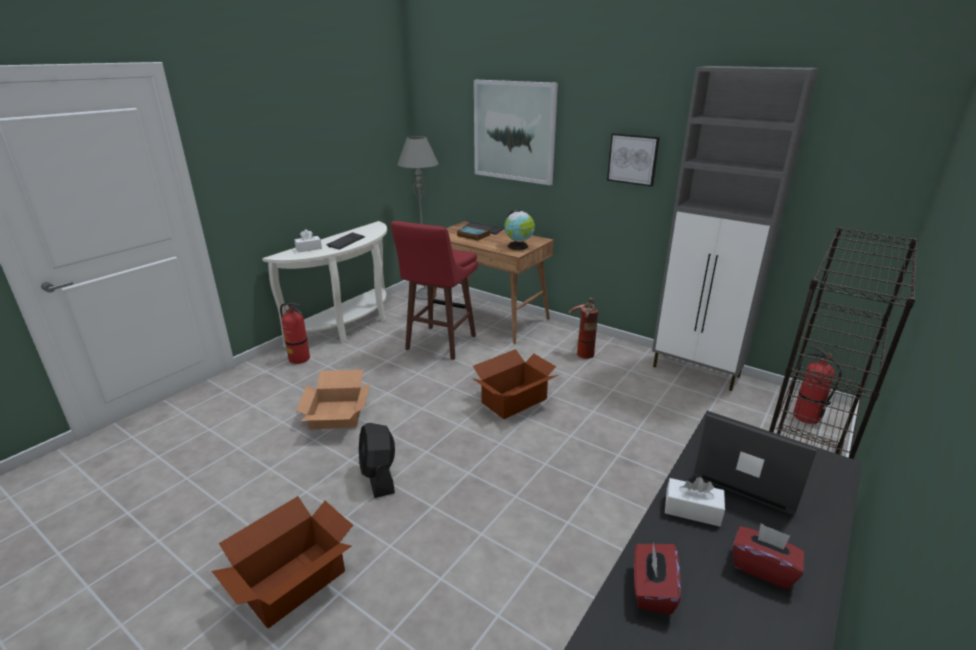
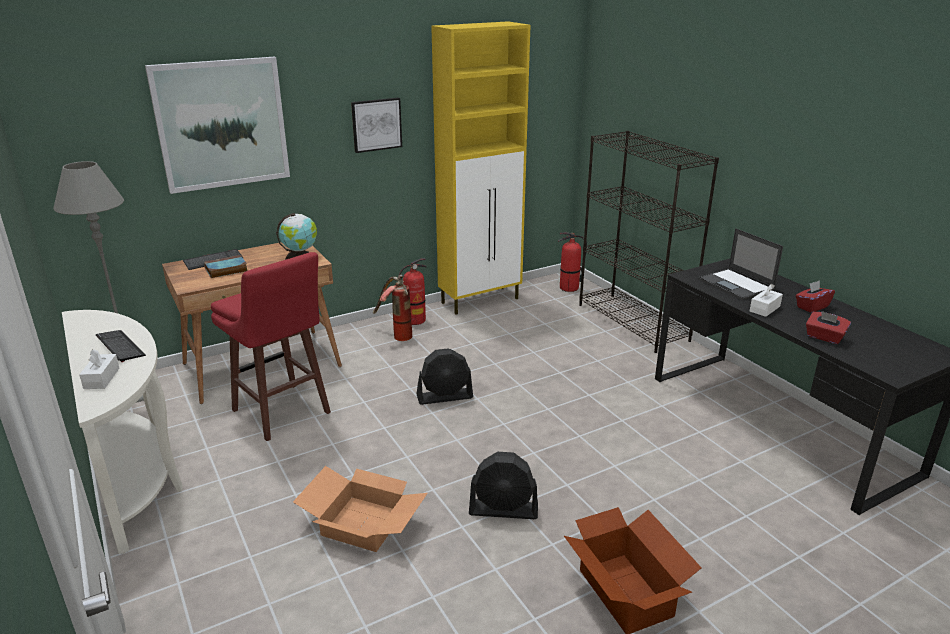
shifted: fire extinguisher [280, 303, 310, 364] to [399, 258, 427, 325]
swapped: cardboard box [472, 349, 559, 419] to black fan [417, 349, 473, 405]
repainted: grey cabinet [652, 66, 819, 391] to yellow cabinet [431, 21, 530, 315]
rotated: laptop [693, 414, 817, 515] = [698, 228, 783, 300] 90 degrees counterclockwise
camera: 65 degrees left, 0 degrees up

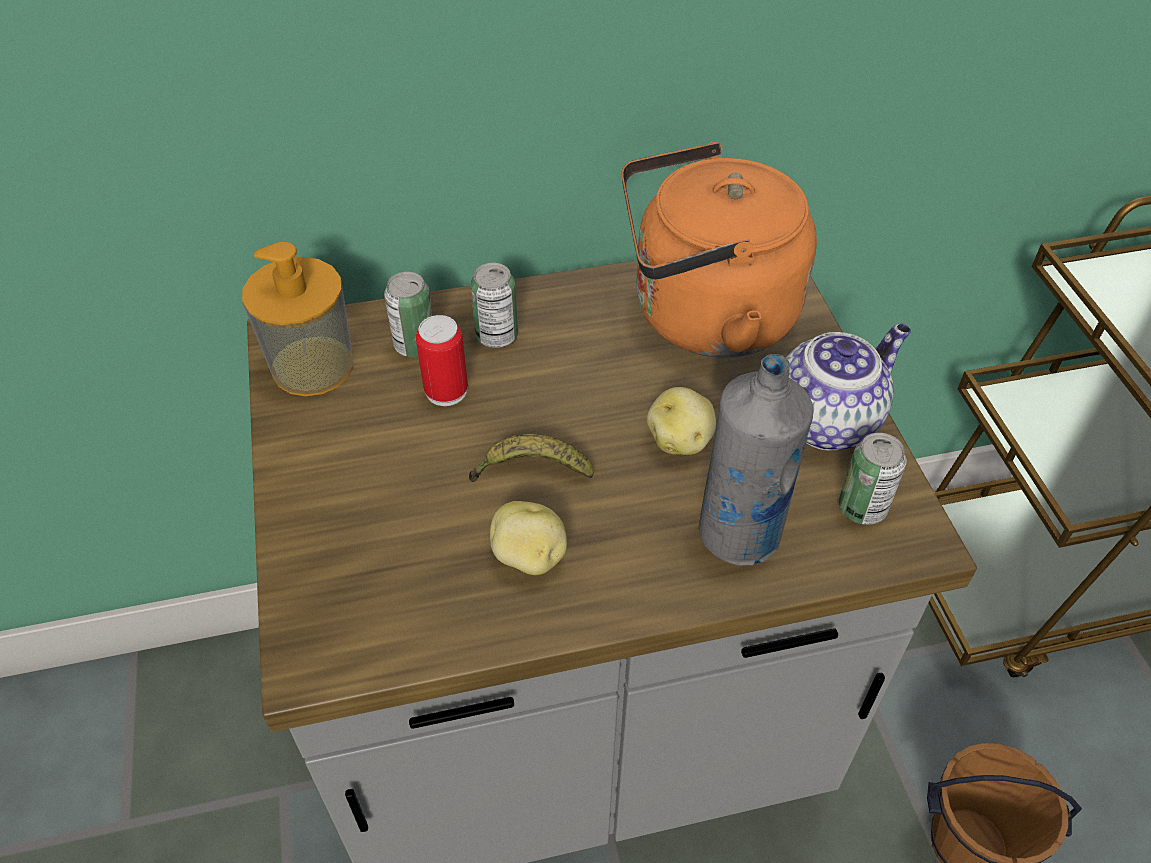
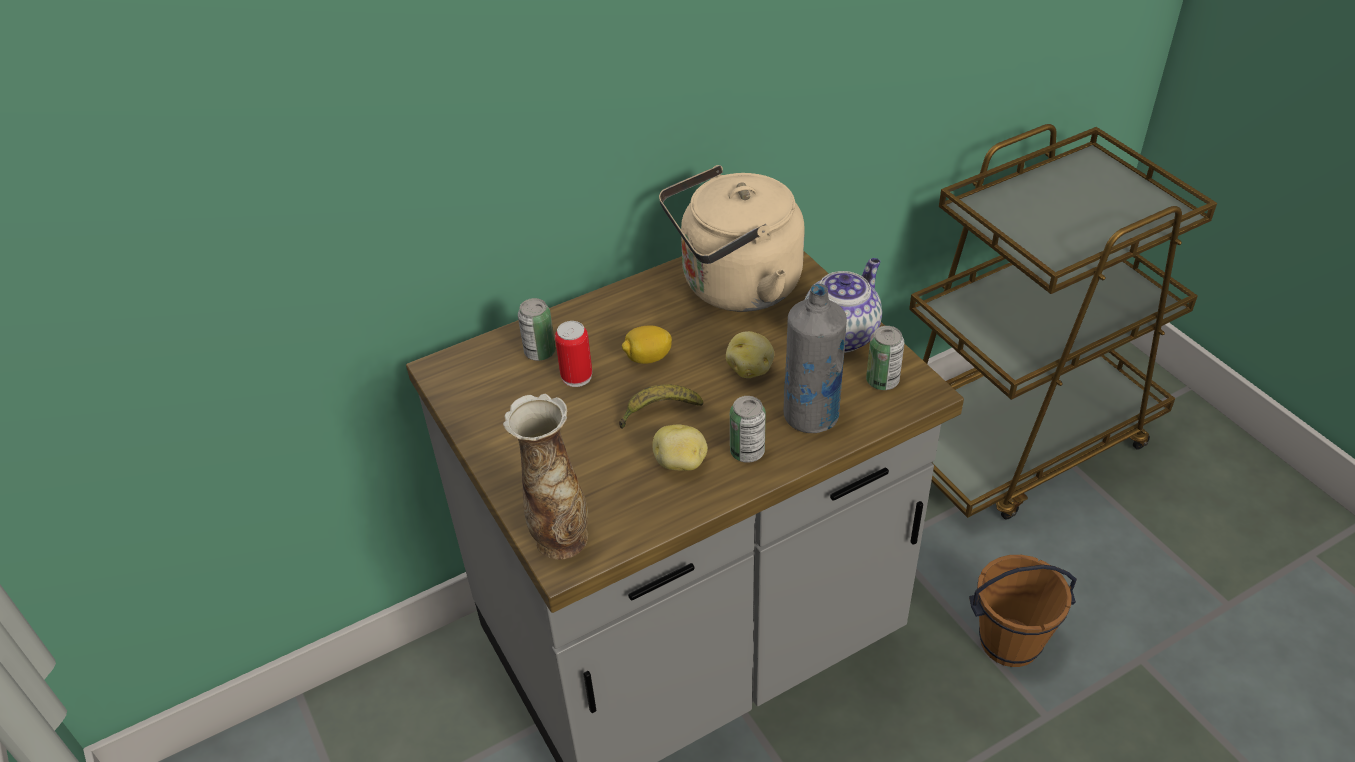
gone: soap dispenser [242, 242, 353, 396]
new: vase [503, 394, 588, 559]; lemon [622, 326, 672, 364]
shifted: can [470, 263, 518, 348] to [730, 396, 766, 463]
repainted: orange kettle [621, 142, 817, 358] to beige kettle [659, 165, 805, 312]
camera: 15 degrees left, 5 degrees down

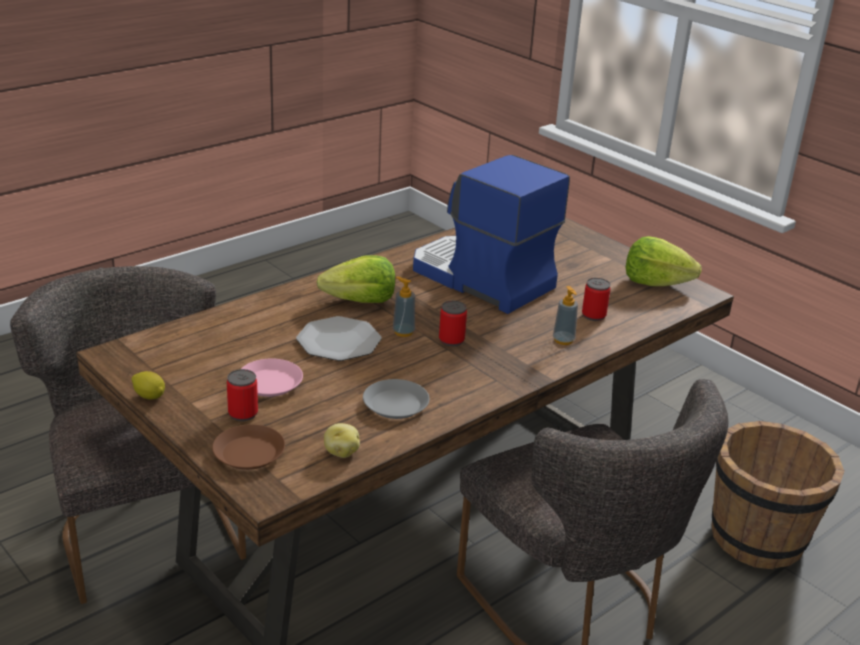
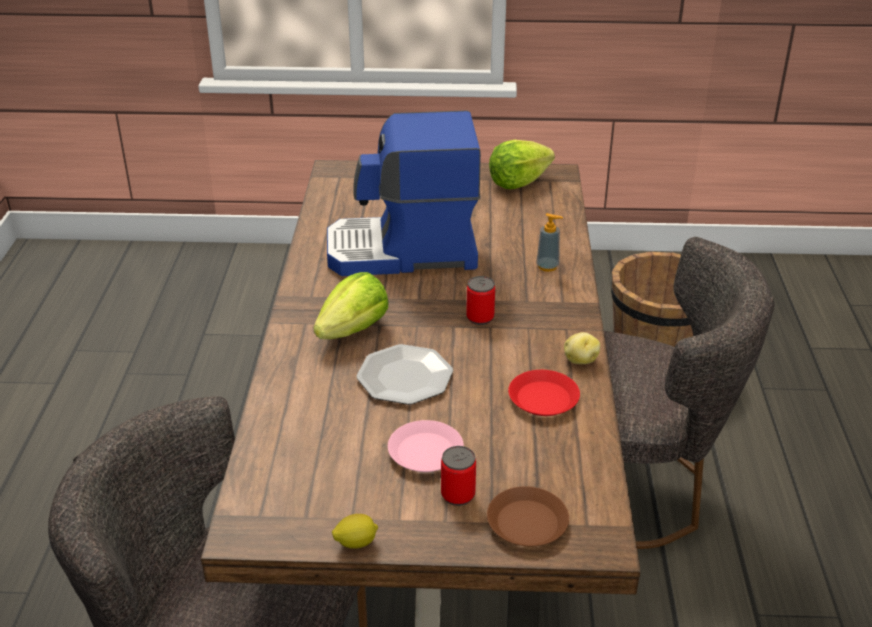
gone: soap dispenser [393, 277, 415, 337]; can [582, 278, 611, 321]
shifted: potato [324, 423, 360, 458] to [564, 332, 600, 364]
repainted: grey plate [363, 379, 429, 419] to red plate [508, 370, 580, 416]
camera: 45 degrees left, 5 degrees up

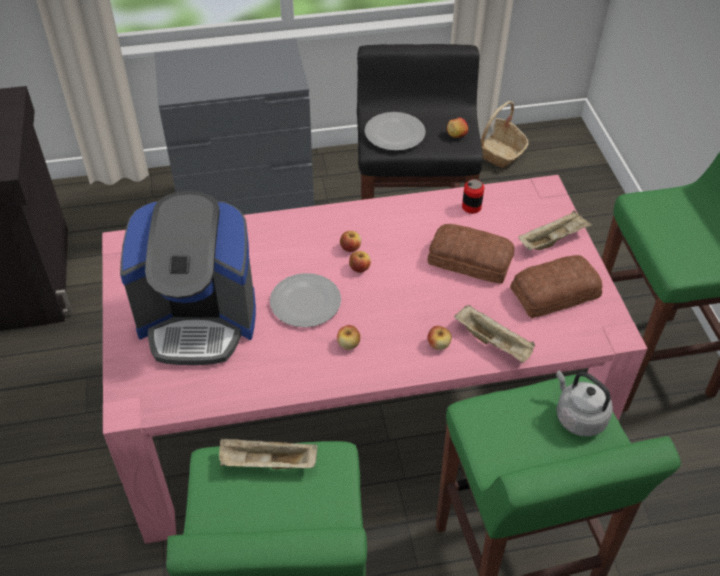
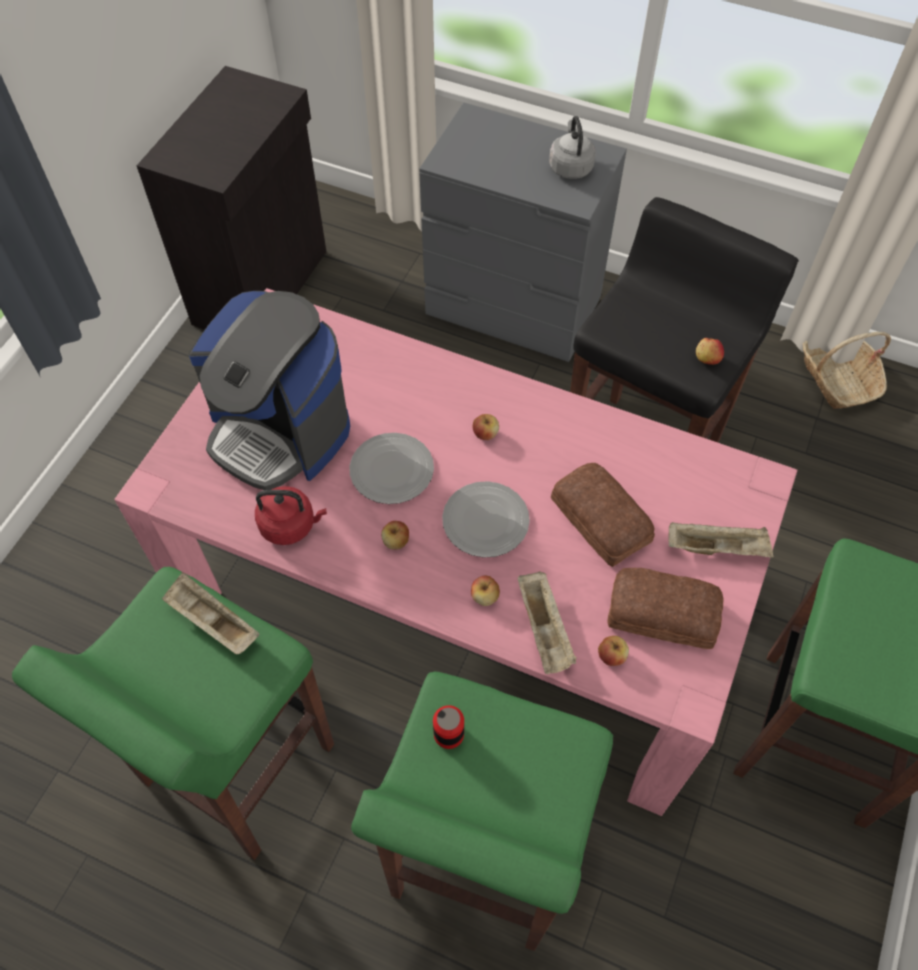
new: red kettle [255, 486, 327, 545]
shifted: apple [349, 251, 371, 273] to [598, 636, 629, 666]; plate [365, 112, 426, 151] to [442, 481, 530, 558]; can [462, 179, 484, 214] to [433, 705, 464, 749]; grey kettle [556, 370, 613, 436] to [549, 116, 596, 179]
camera: 35 degrees right, 10 degrees up

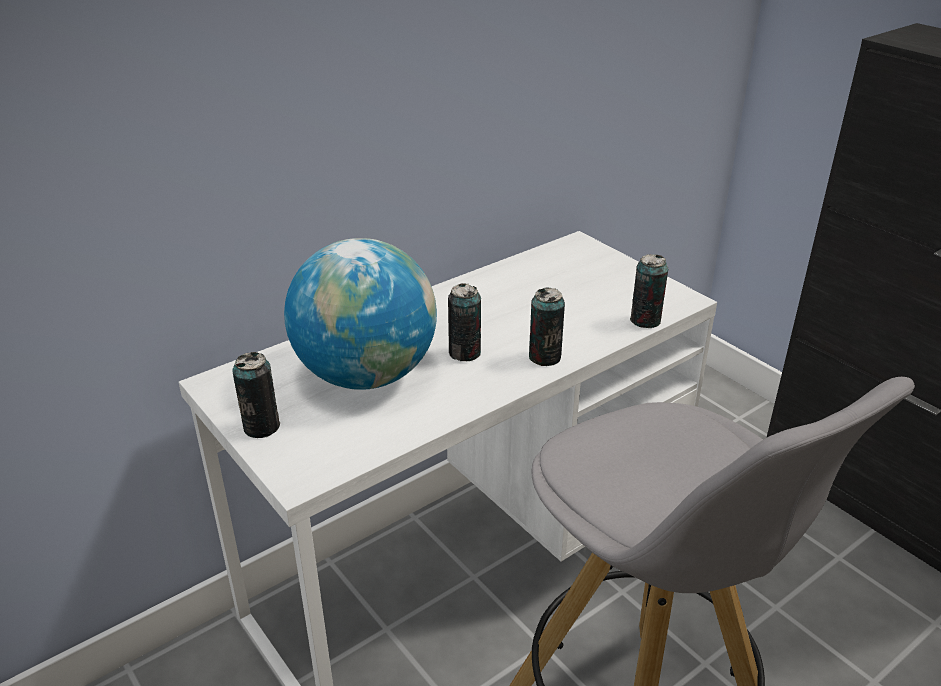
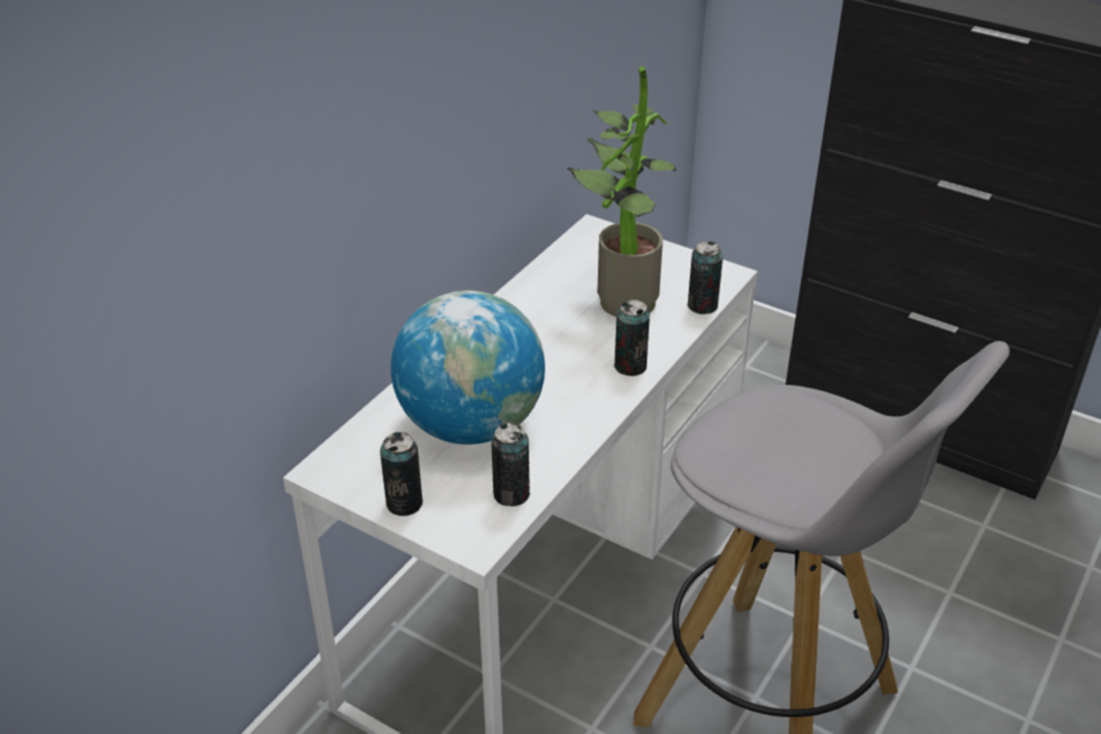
new: potted plant [567, 66, 677, 317]
shifted: can [448, 283, 481, 361] to [491, 423, 530, 507]
camera: 20 degrees left, 5 degrees up

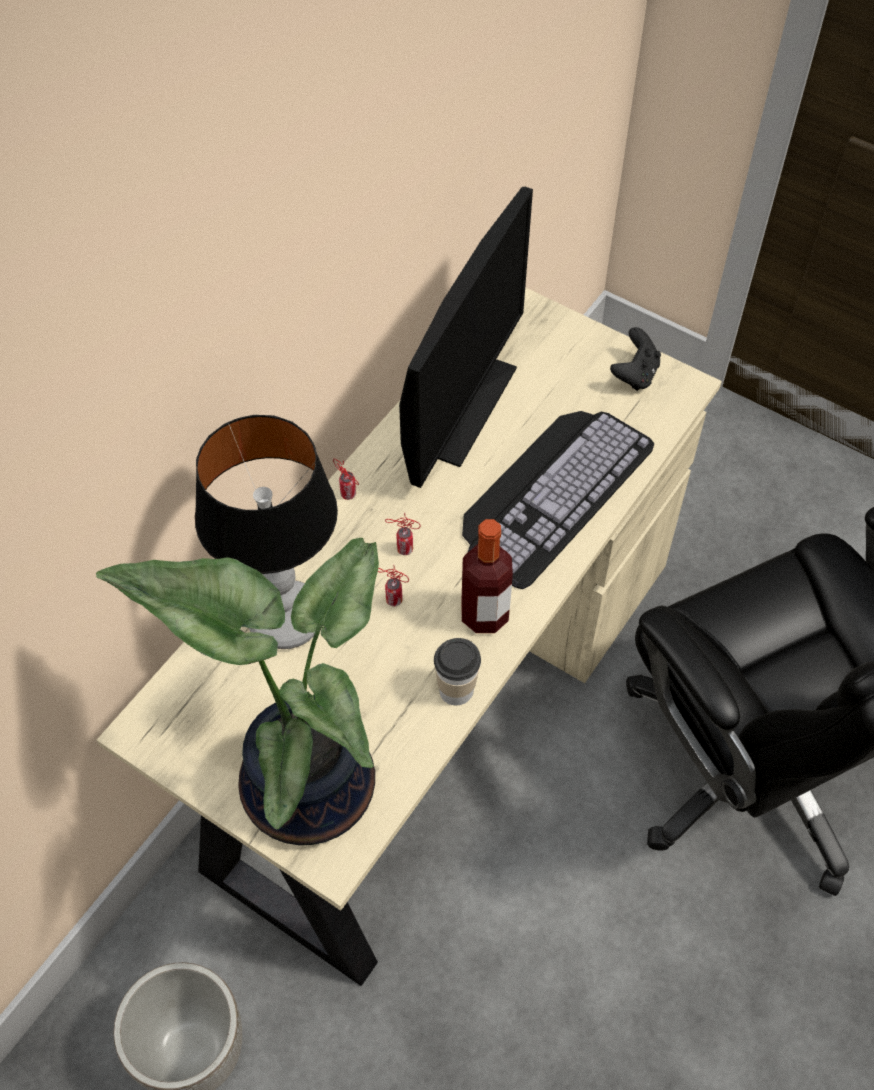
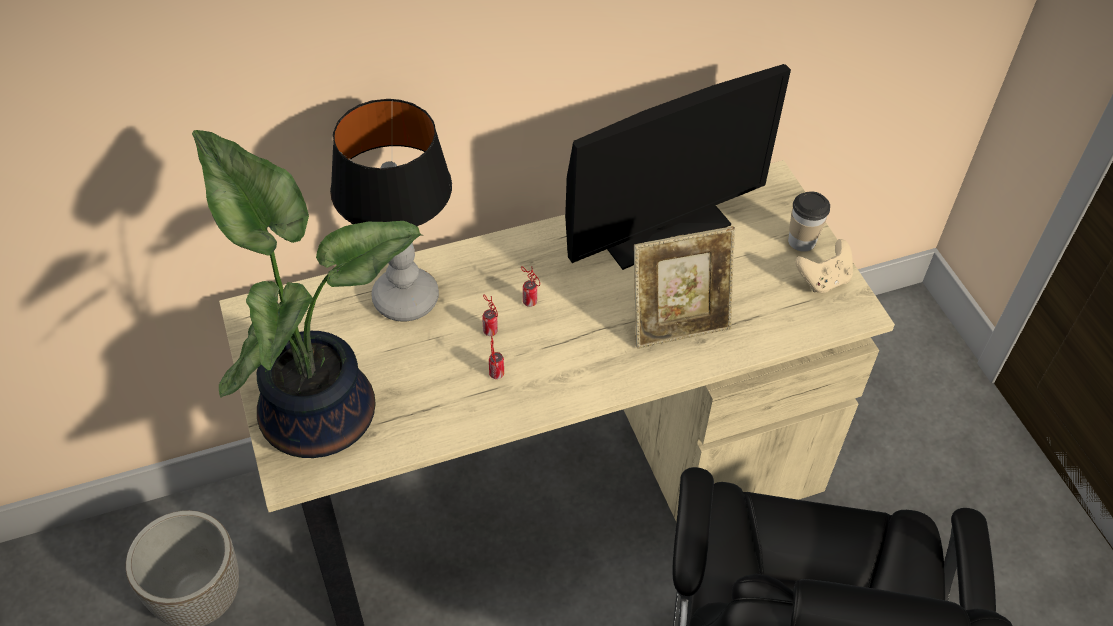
gone: bottle [461, 519, 513, 633]
shifted: can [333, 459, 359, 500] to [489, 335, 504, 379]; cup [434, 638, 481, 705] to [788, 191, 830, 252]
swapped: keyboard [462, 411, 654, 589] to picture frame [634, 226, 735, 349]
repainted: black game controller [610, 327, 661, 391] to beige game controller [795, 239, 853, 293]
camera: 35 degrees right, 5 degrees down

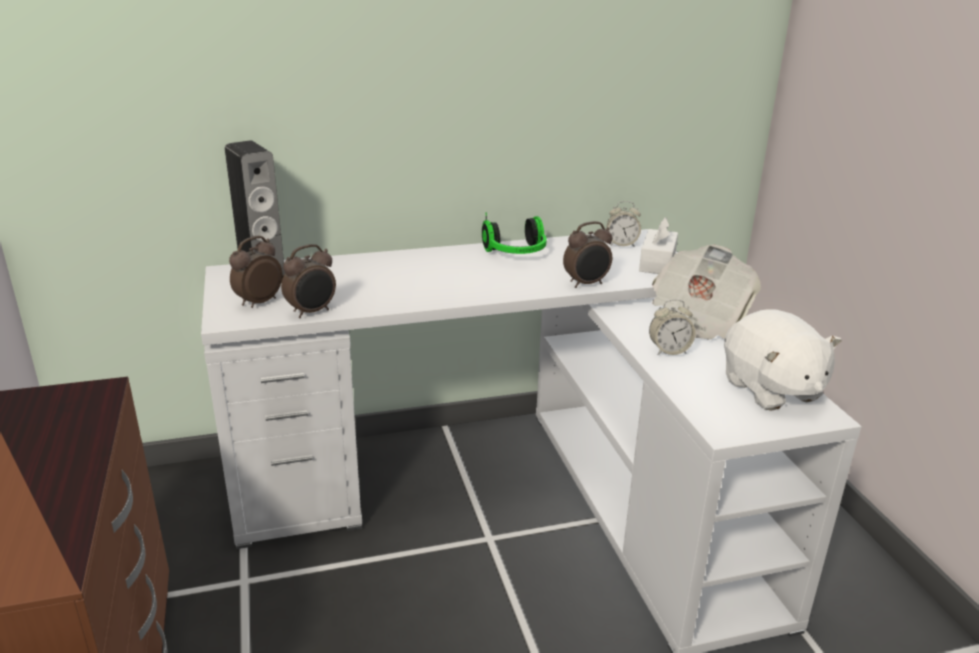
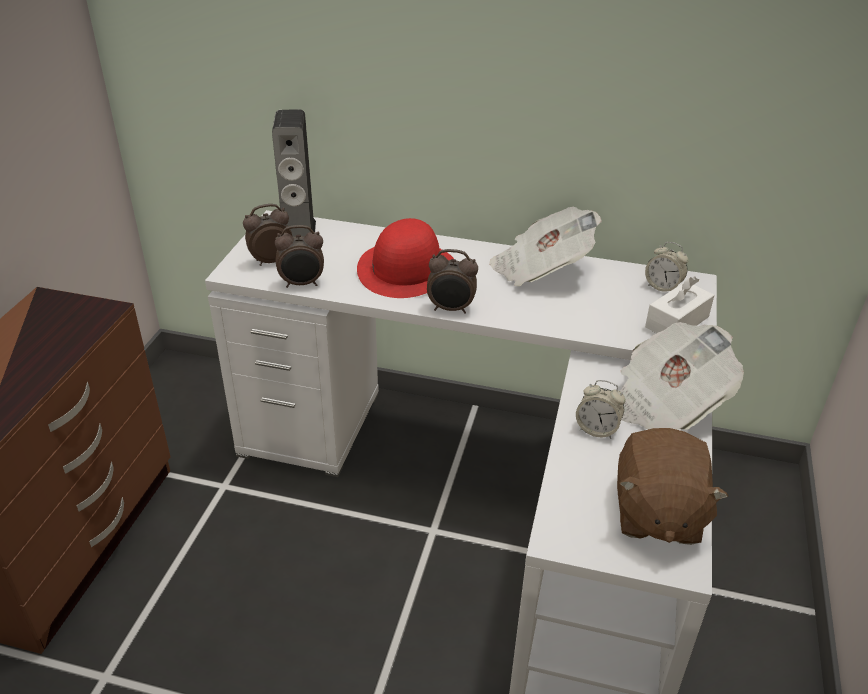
new: red hat [357, 218, 454, 298]
shifted: alarm clock [563, 221, 613, 288] to [427, 249, 478, 314]
swapped: headphones [482, 212, 547, 254] to newspaper [489, 206, 602, 287]
repainted: white plush toy [724, 309, 842, 411] to brown plush toy [617, 428, 728, 545]
camera: 30 degrees right, 10 degrees up

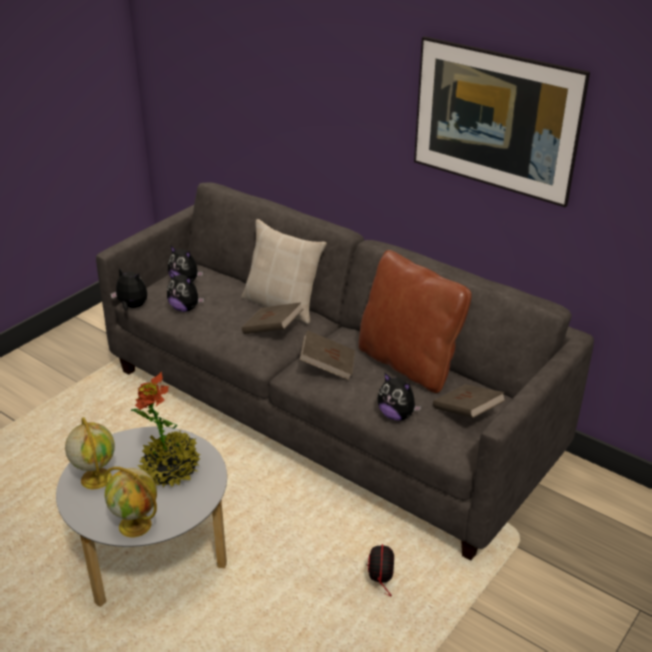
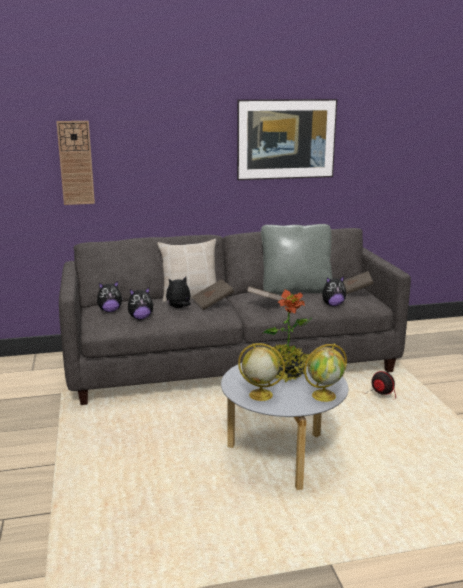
new: wall clock [56, 121, 95, 205]
shifted: plush toy [110, 268, 147, 311] to [166, 277, 191, 308]
repainted: brown pillow [359, 250, 472, 393] to grey pillow [261, 224, 332, 295]
camera: 50 degrees left, 15 degrees down

